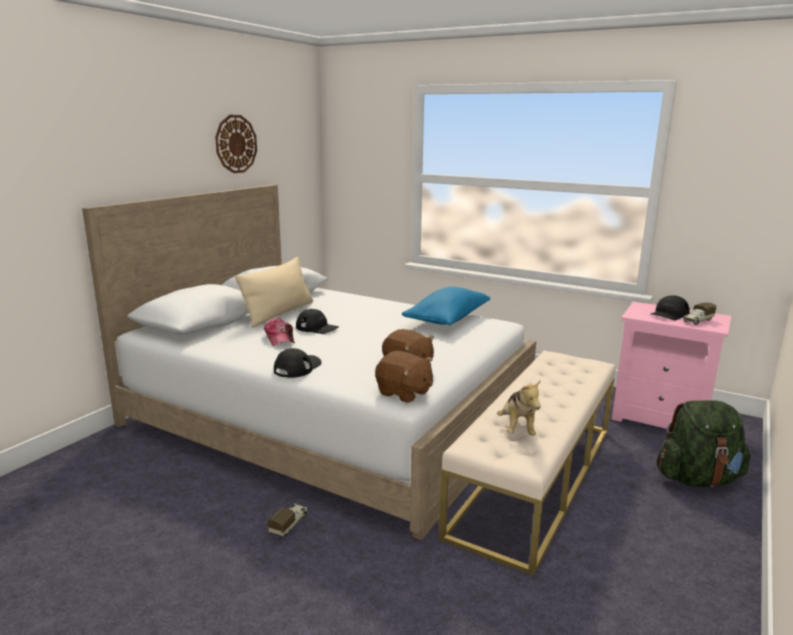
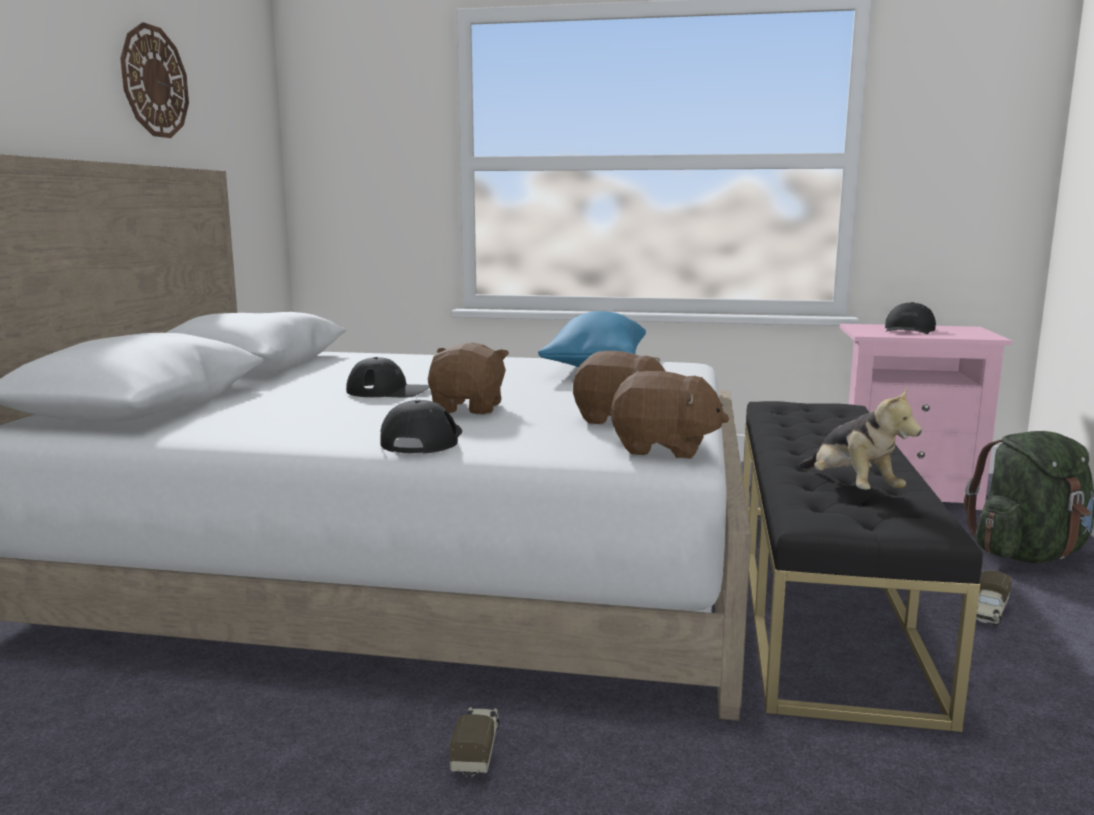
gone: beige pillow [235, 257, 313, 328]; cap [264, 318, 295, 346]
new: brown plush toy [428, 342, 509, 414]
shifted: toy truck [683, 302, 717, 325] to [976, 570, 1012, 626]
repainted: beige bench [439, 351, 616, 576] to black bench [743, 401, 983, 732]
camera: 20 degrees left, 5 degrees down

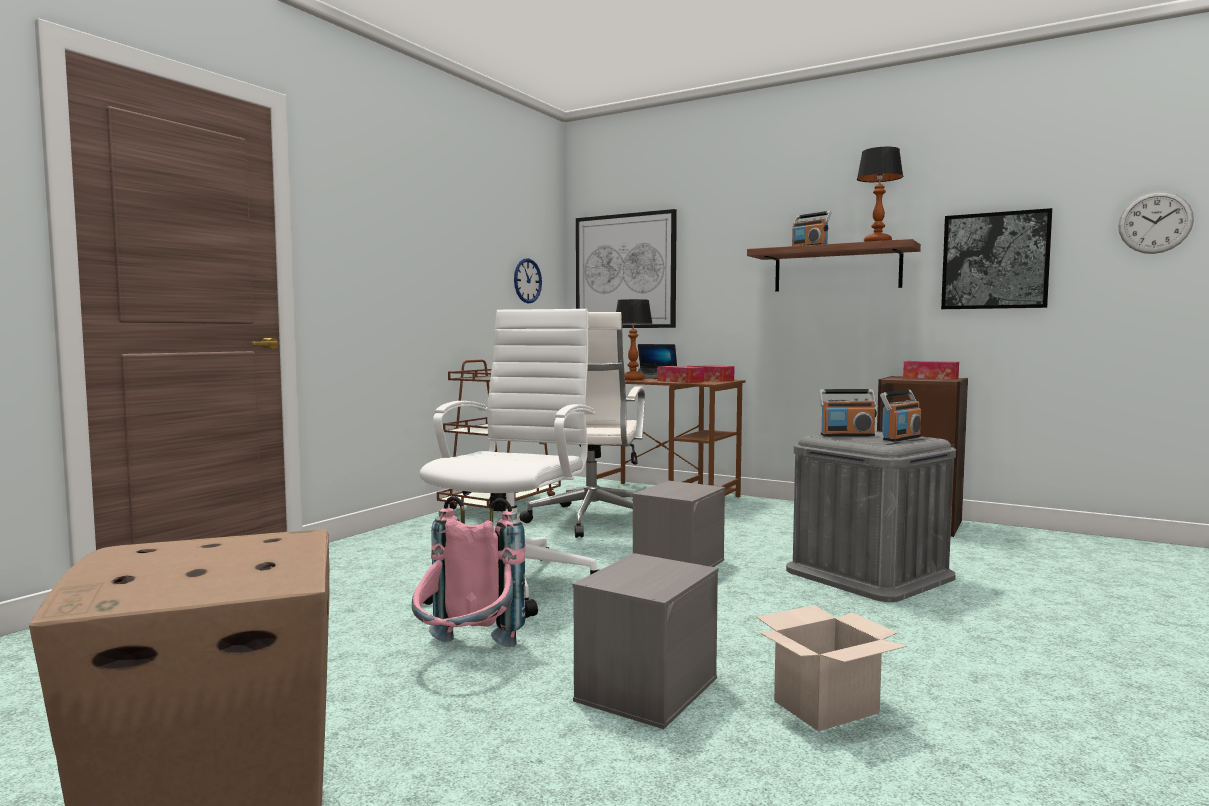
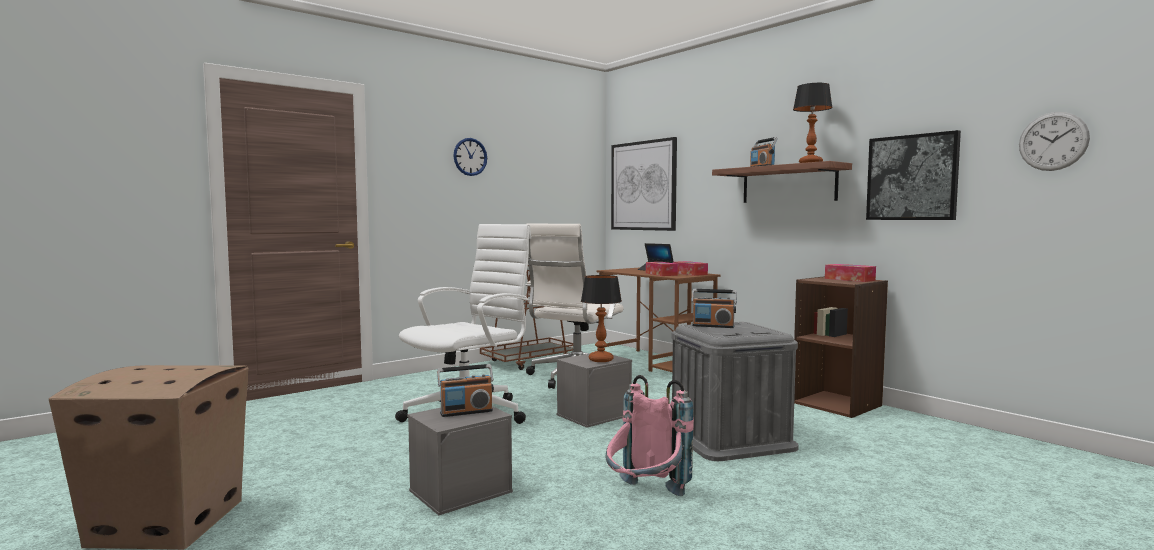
gone: cardboard box [757, 605, 907, 731]
shifted: pink backpack [412, 496, 525, 647] to [605, 375, 694, 496]; wall clock [514, 258, 542, 303] to [453, 138, 487, 176]; table lamp [616, 299, 653, 380] to [581, 275, 622, 362]; radio [880, 390, 921, 442] to [437, 364, 494, 417]
camera: 20 degrees right, 0 degrees up

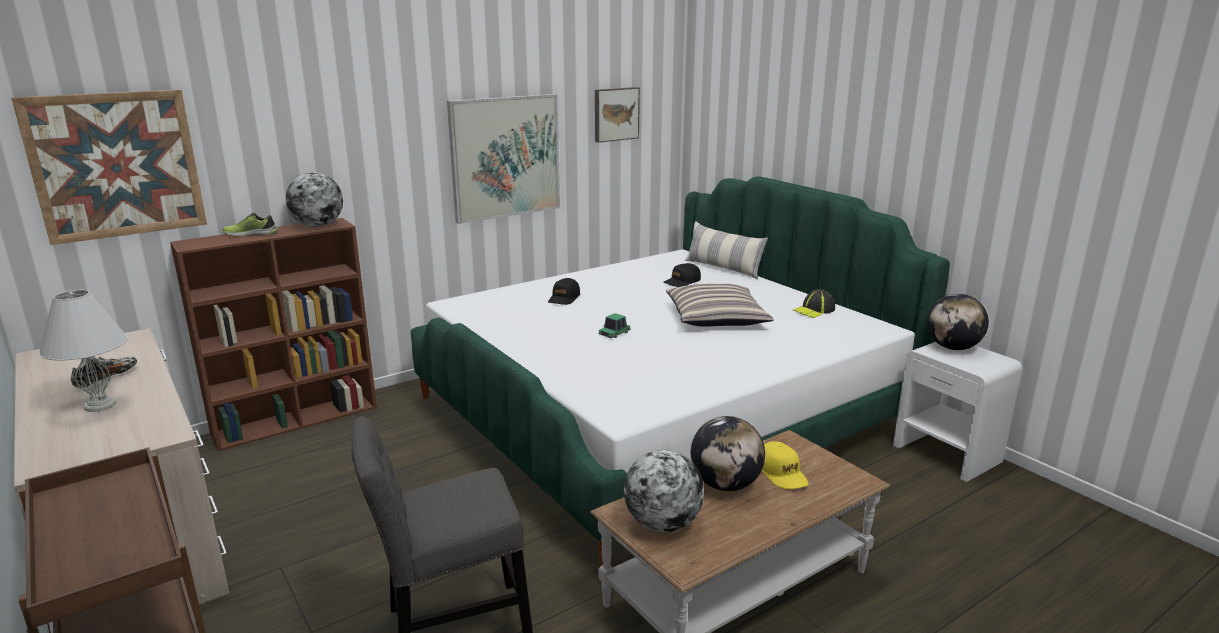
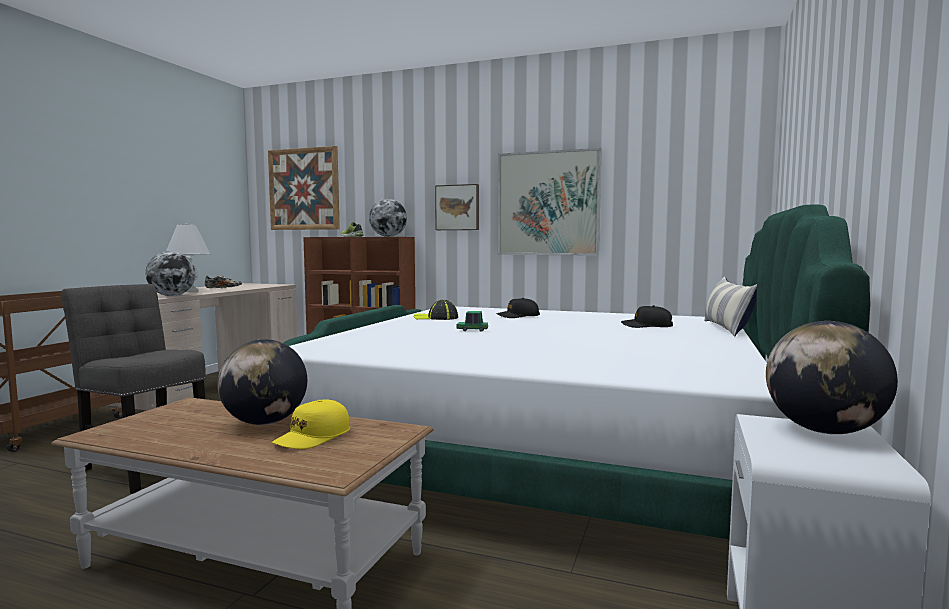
gone: pillow [666, 284, 774, 327]
shifted: picture [595, 87, 640, 143] to [435, 184, 479, 230]; globe [624, 450, 704, 532] to [145, 251, 196, 296]; cap [793, 289, 835, 318] to [414, 300, 458, 320]
camera: 55 degrees right, 15 degrees down

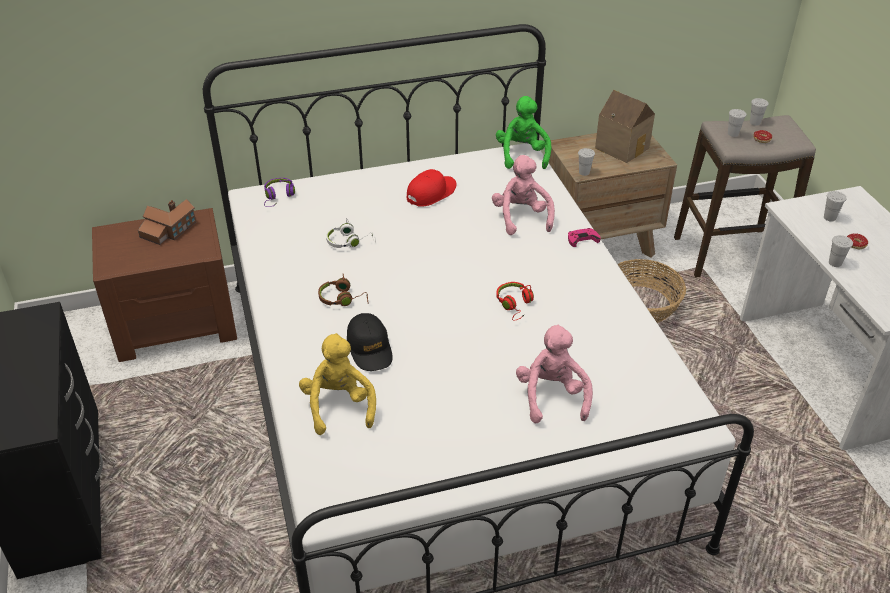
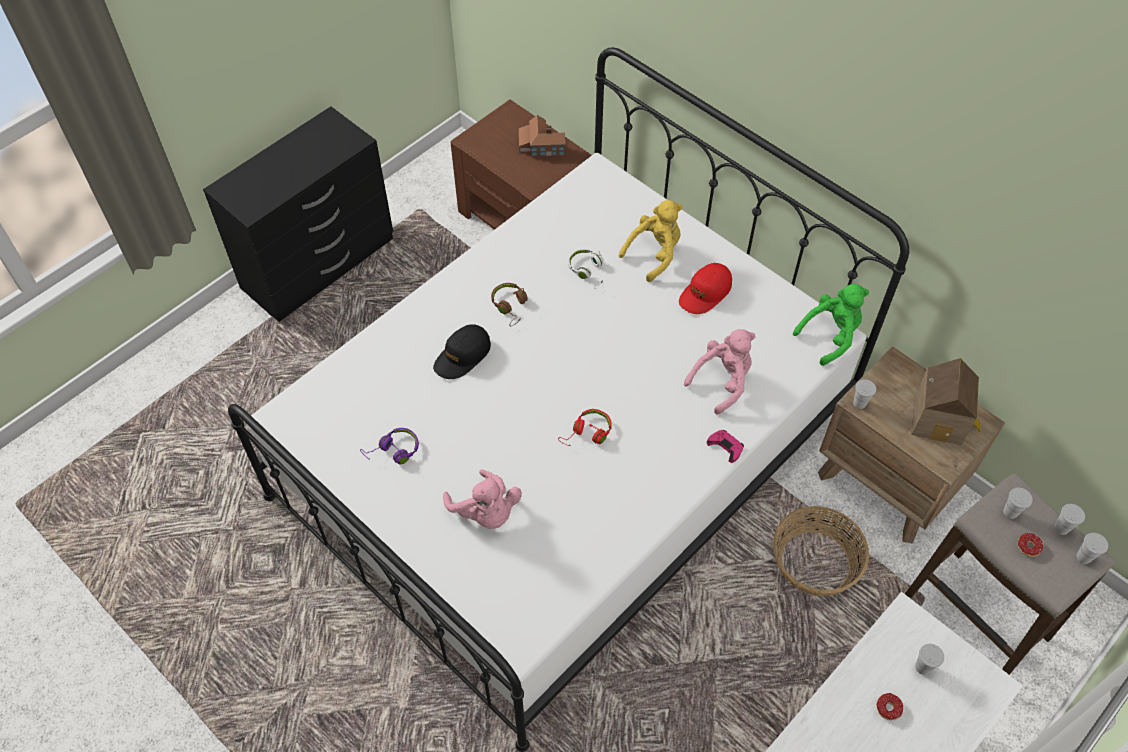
shifted: purple headphones [264, 178, 295, 207] to [360, 428, 419, 464]; yellow plush toy [299, 333, 376, 435] to [619, 200, 683, 282]; white cup [829, 235, 853, 267] to [1076, 533, 1108, 564]
rotated: red cap [407, 169, 457, 206] = [679, 263, 732, 314] 120 degrees clockwise; pink plush toy [516, 325, 593, 424] = [443, 469, 522, 529] 90 degrees clockwise
camera: 60 degrees right, 15 degrees up

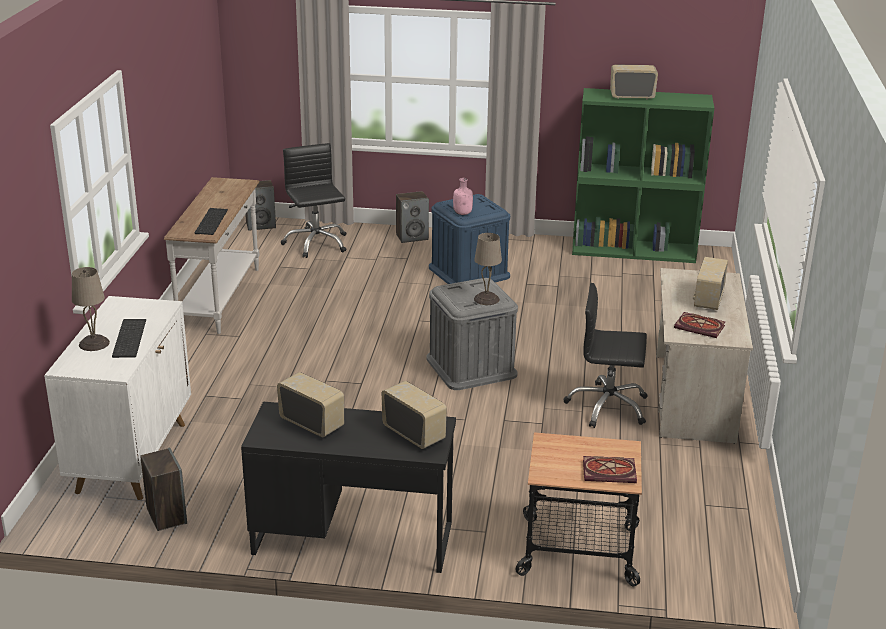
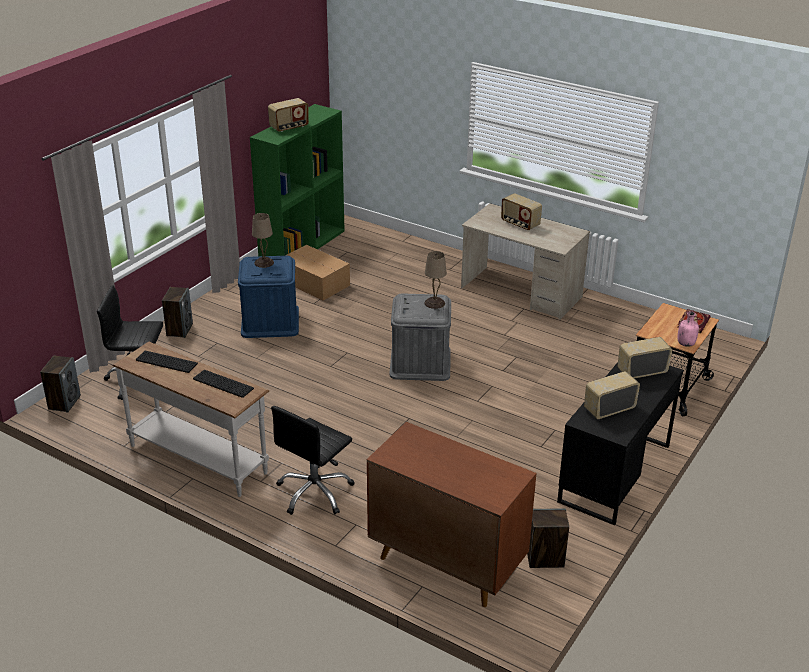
gone: book [674, 312, 725, 338]
new: cardboard box [285, 245, 350, 301]
shifted: beige table lamp [72, 267, 110, 351] to [252, 213, 274, 268]; keyboard [112, 319, 146, 358] to [136, 351, 198, 373]; pink bottle [453, 178, 473, 215] to [677, 311, 699, 347]; black office chair [563, 283, 647, 428] to [271, 406, 355, 515]
repainted: white cabinet [44, 296, 191, 500] to brown cabinet [367, 422, 537, 607]
rotated: radio [610, 64, 658, 99] = [268, 98, 309, 132] 150 degrees counterclockwise
camera: 65 degrees left, 5 degrees up

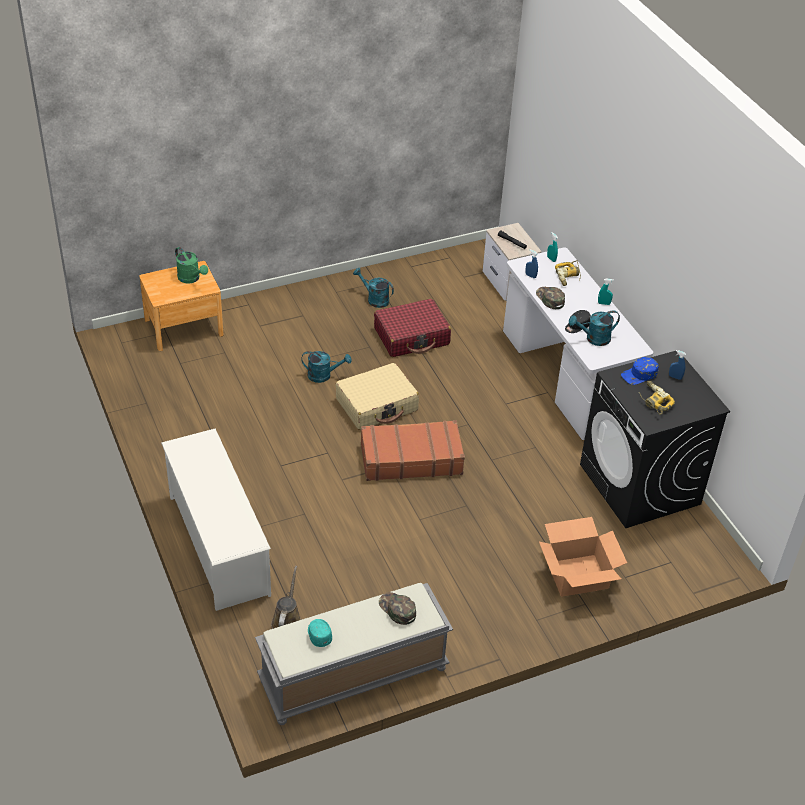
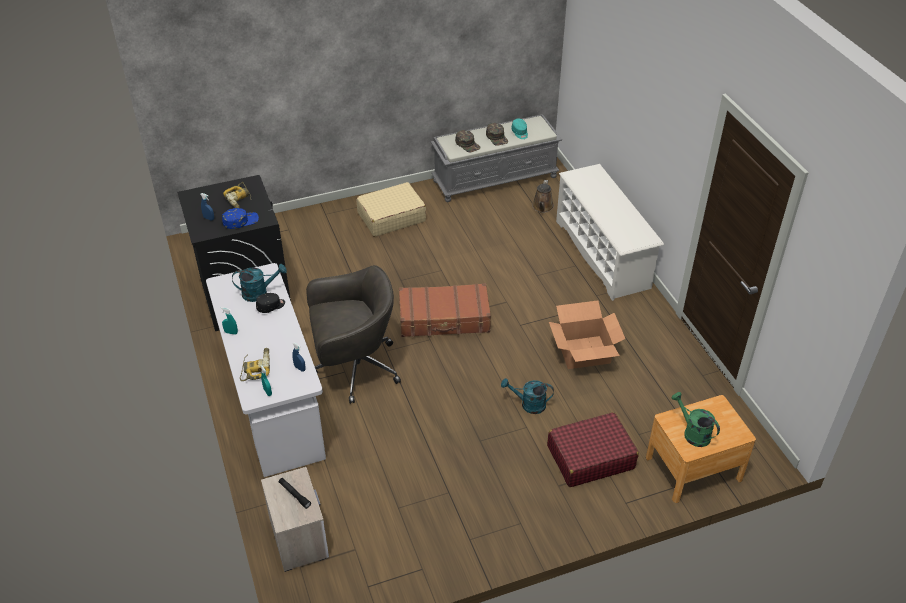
gone: turquoise watering can [353, 268, 394, 308]
new: grey office chair [306, 265, 401, 404]
shifted: beige suitcase [336, 363, 419, 430] to [356, 182, 426, 237]; red suitcase [374, 299, 451, 357] to [547, 412, 639, 487]; green cap [536, 287, 565, 309] to [486, 123, 508, 146]; cardboard box [539, 517, 627, 597] to [549, 300, 626, 369]
camera: 175 degrees left, 0 degrees up

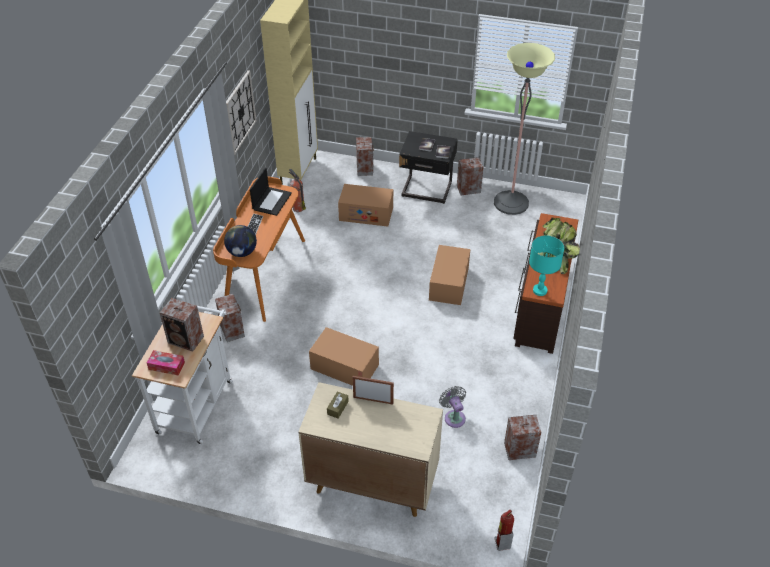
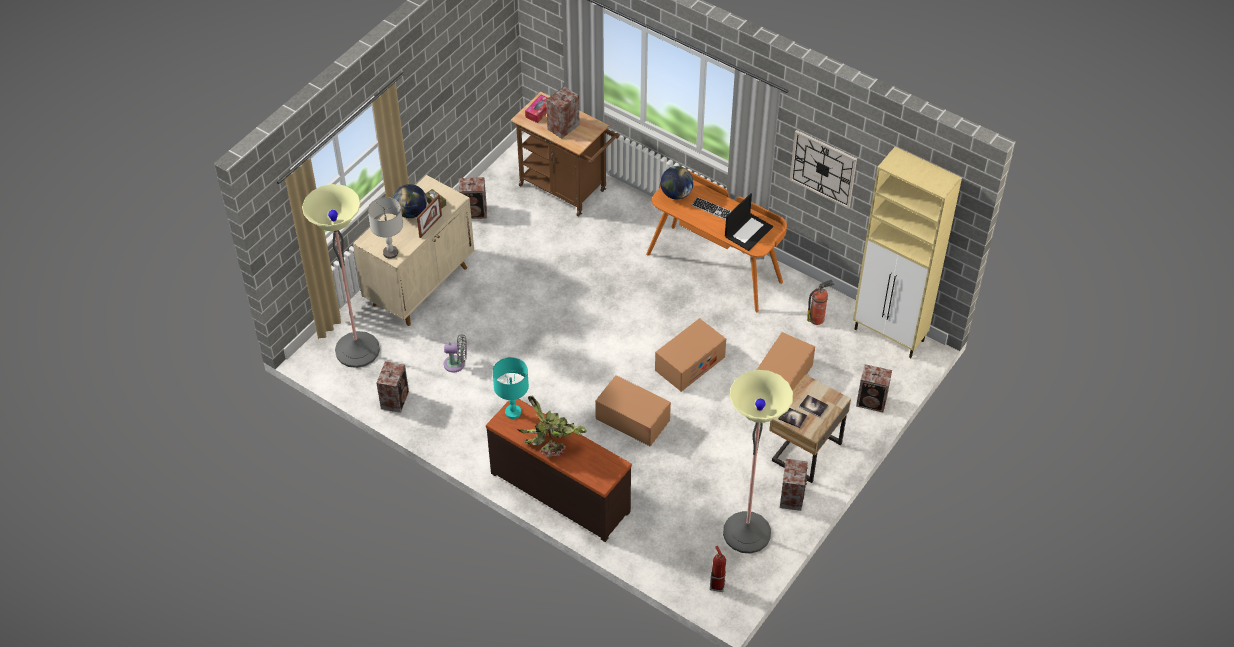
new: floor lamp [302, 184, 380, 368]; grey table lamp [368, 197, 403, 259]; globe [393, 184, 427, 218]
shifted: speaker [215, 294, 245, 342] to [459, 177, 487, 219]; cardboard box [309, 327, 379, 386] to [655, 318, 726, 392]; fire extinguisher [495, 510, 514, 551] to [710, 546, 726, 592]
repainted: white cart [132, 301, 233, 445] to brown cart [511, 92, 619, 217]; black nightstand [399, 131, 458, 204] to beige nightstand [769, 375, 851, 483]
rotated: laptop [250, 168, 292, 216] = [725, 193, 773, 251] 90 degrees counterclockwise
camera: 110 degrees right, 5 degrees up

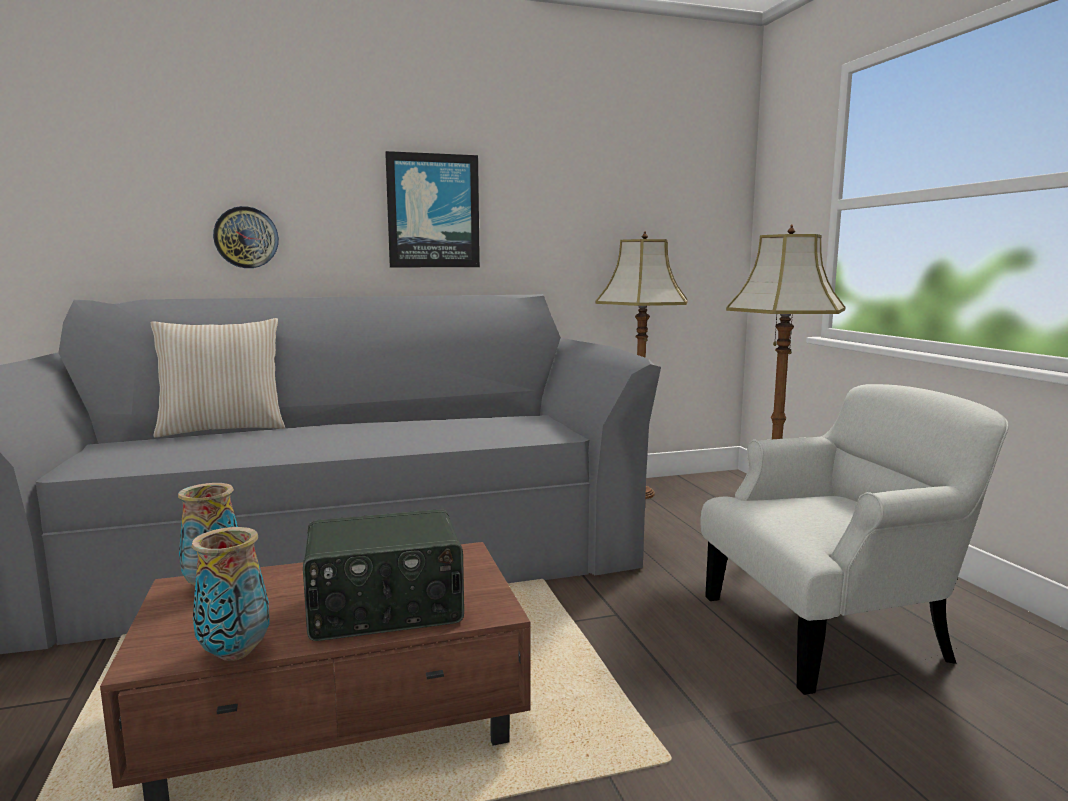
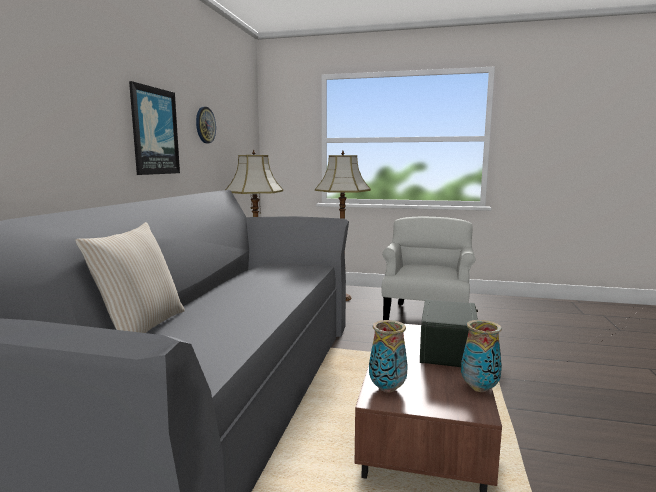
shifted: wall clock [213, 206, 279, 268] to [196, 107, 216, 143]
camera: 60 degrees left, 0 degrees up

